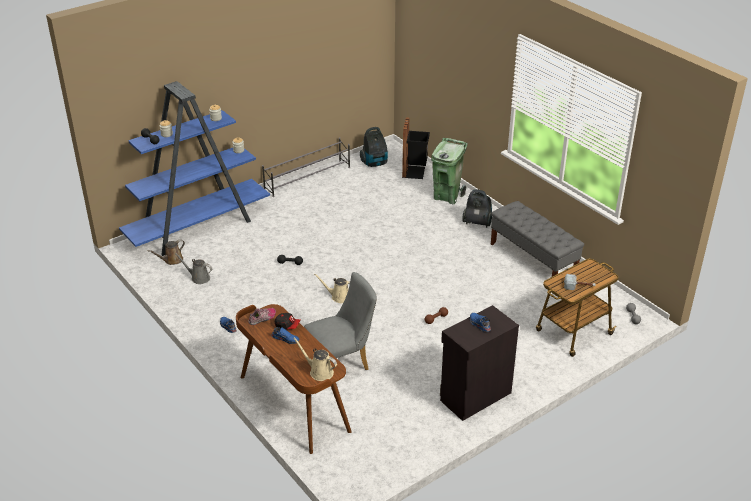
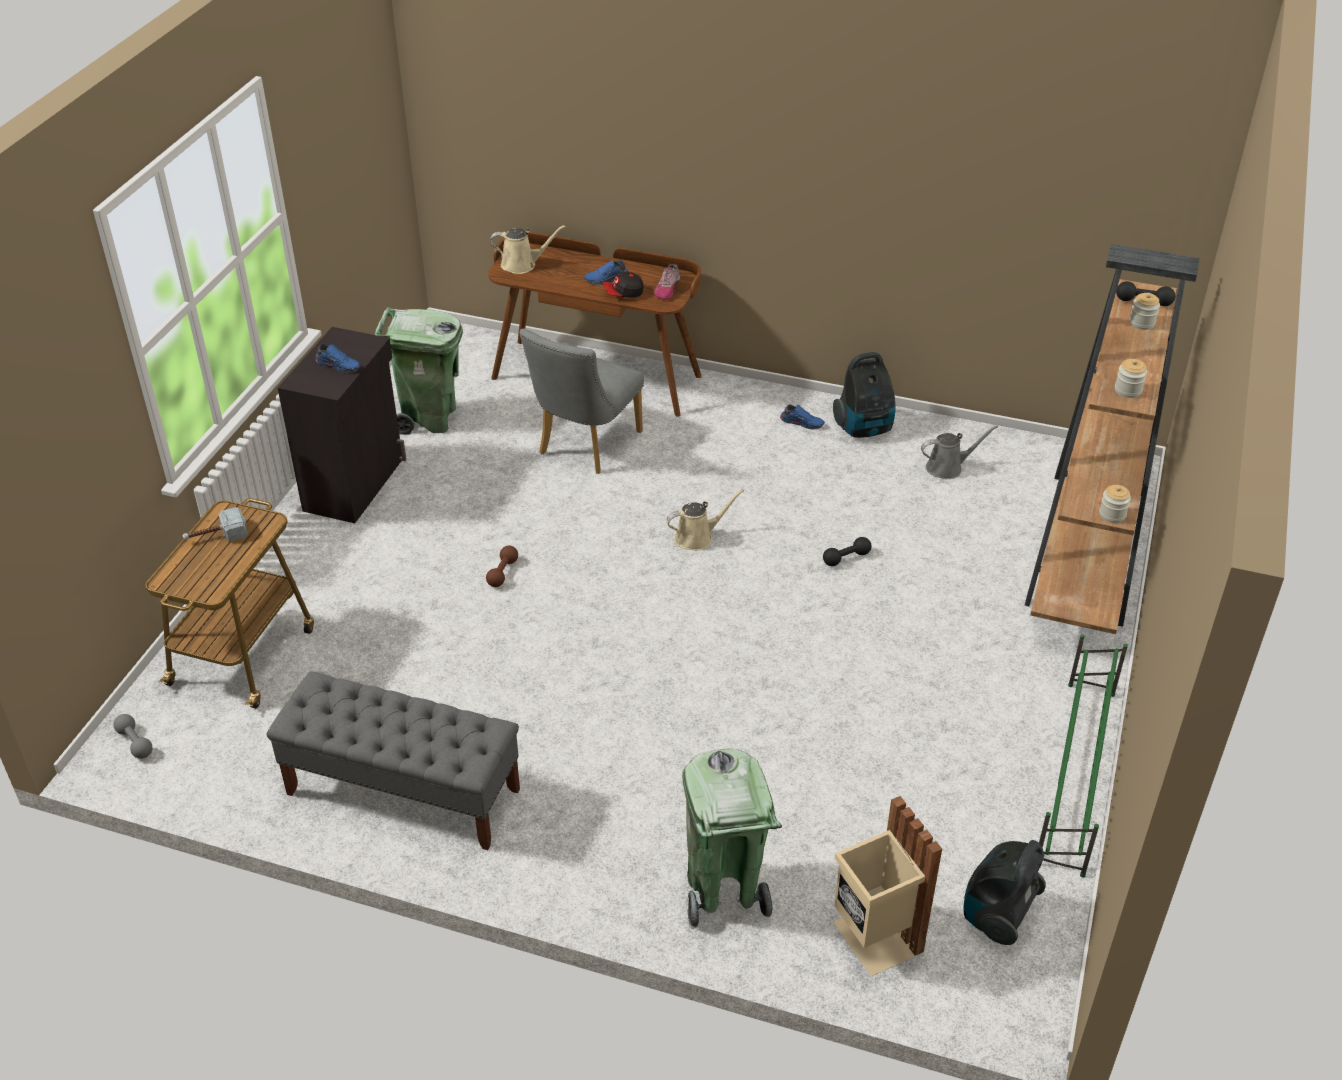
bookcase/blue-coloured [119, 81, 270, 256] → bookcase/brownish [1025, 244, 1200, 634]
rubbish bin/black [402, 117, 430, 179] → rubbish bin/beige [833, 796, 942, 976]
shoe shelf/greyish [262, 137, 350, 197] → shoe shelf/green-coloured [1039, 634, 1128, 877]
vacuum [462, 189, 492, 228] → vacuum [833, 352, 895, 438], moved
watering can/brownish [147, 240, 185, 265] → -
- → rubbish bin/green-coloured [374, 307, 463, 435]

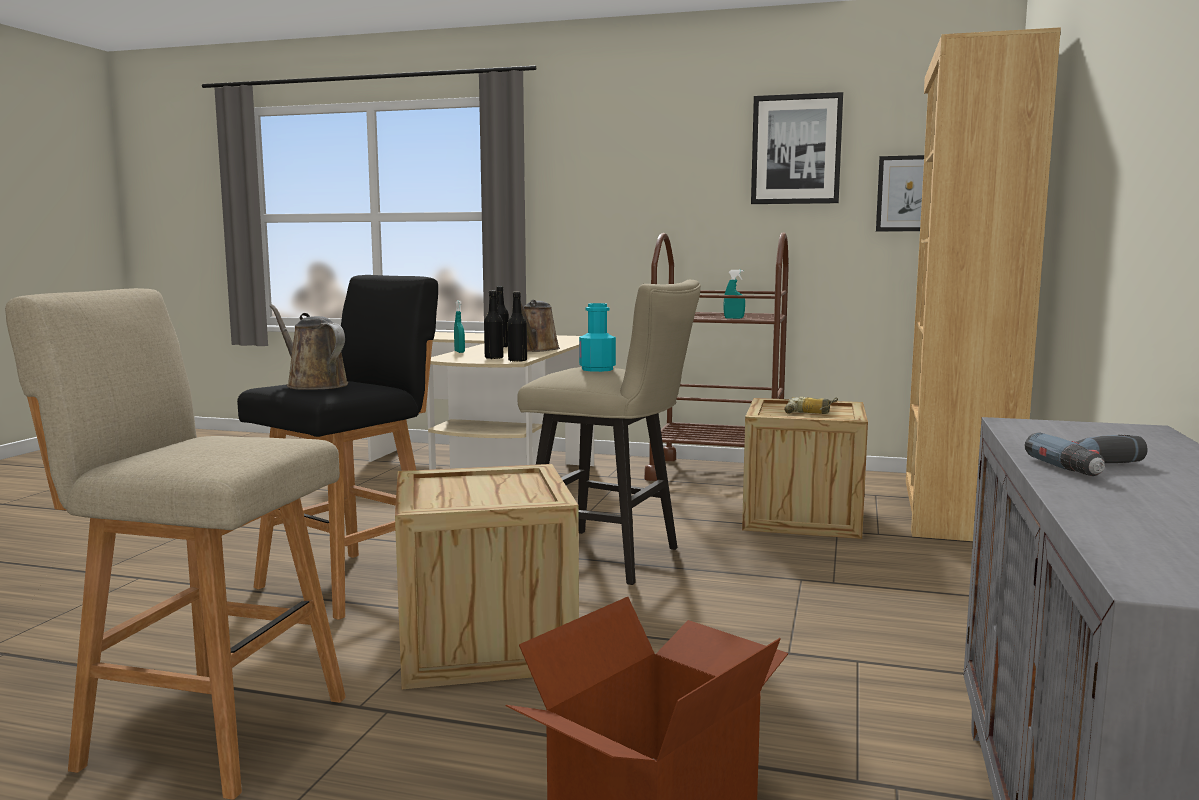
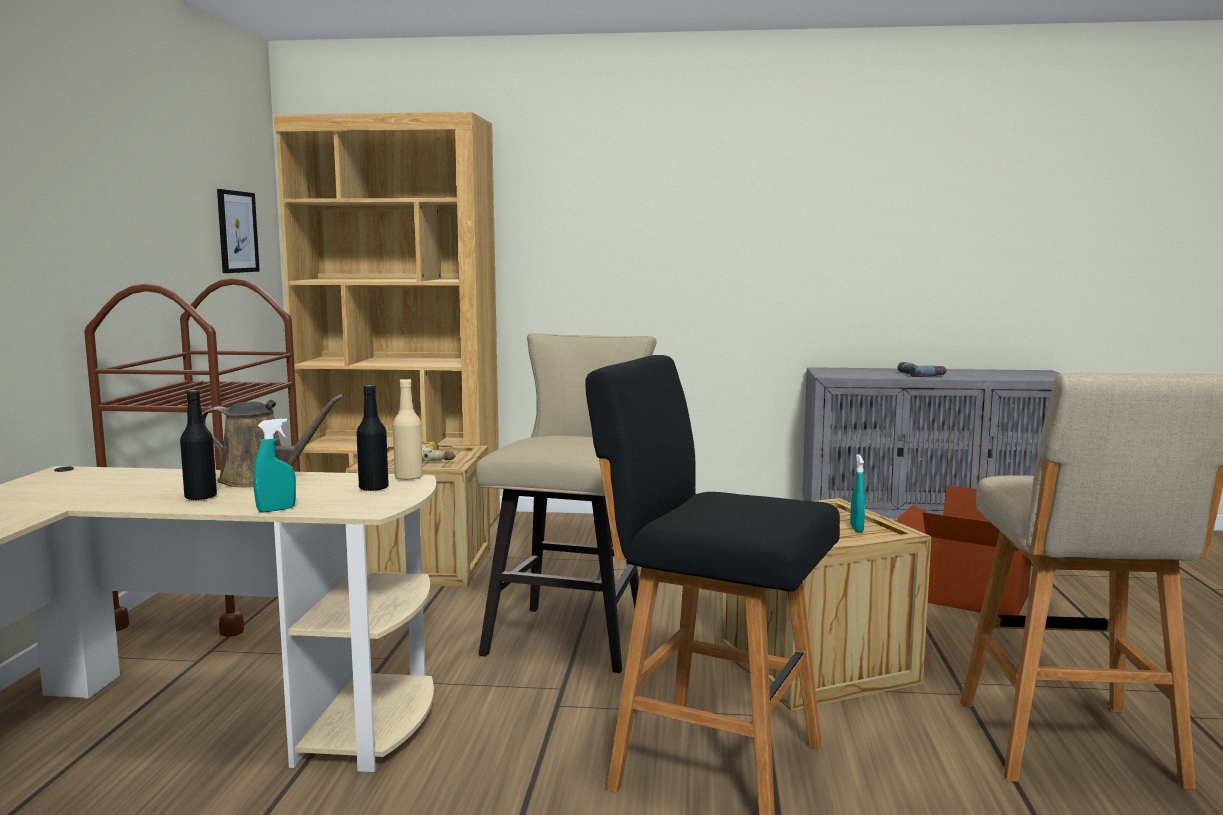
picture [751, 92, 843, 204] → -
hand sprayer/turquoise-coloured [724, 270, 745, 319] → hand sprayer/turquoise-coloured [850, 454, 865, 532], moved
drink bottle/black [508, 292, 527, 362] → drink bottle/beige [393, 379, 423, 480]
drink bottle/turquoise-coloured [579, 303, 616, 372] → -
watering can/brownish [270, 304, 348, 390] → -

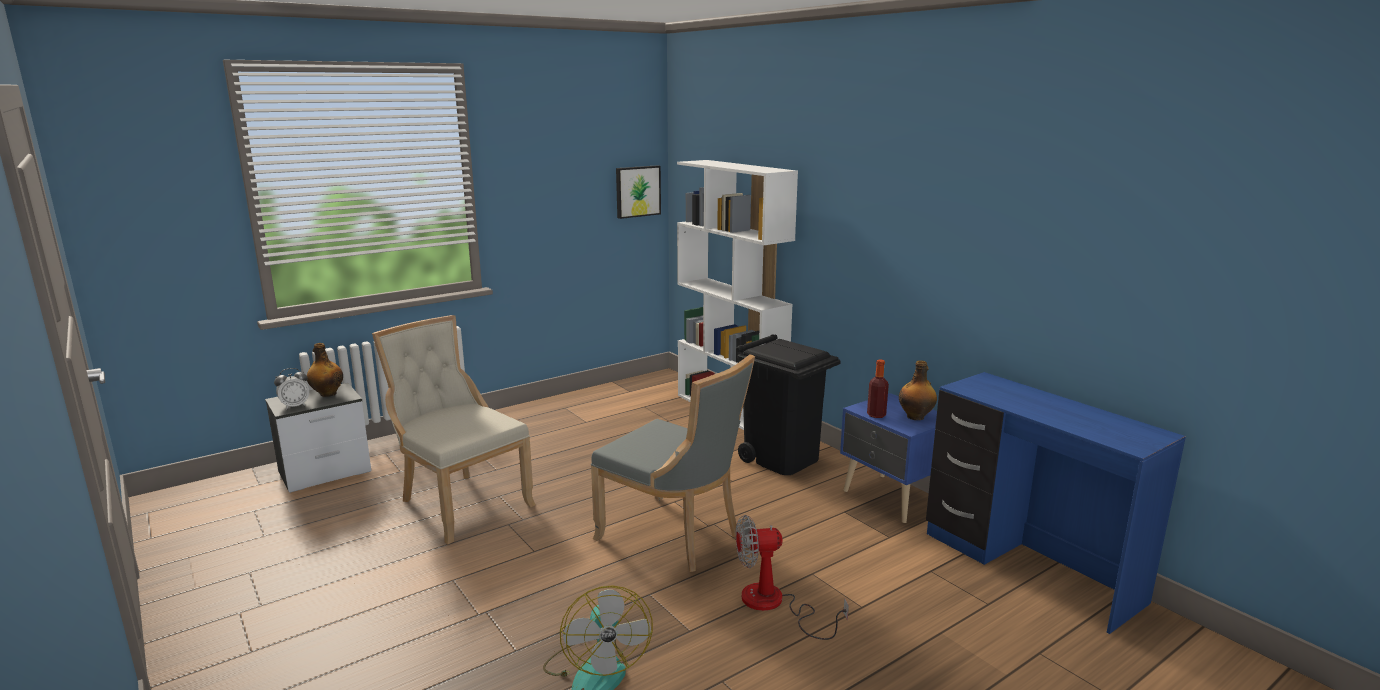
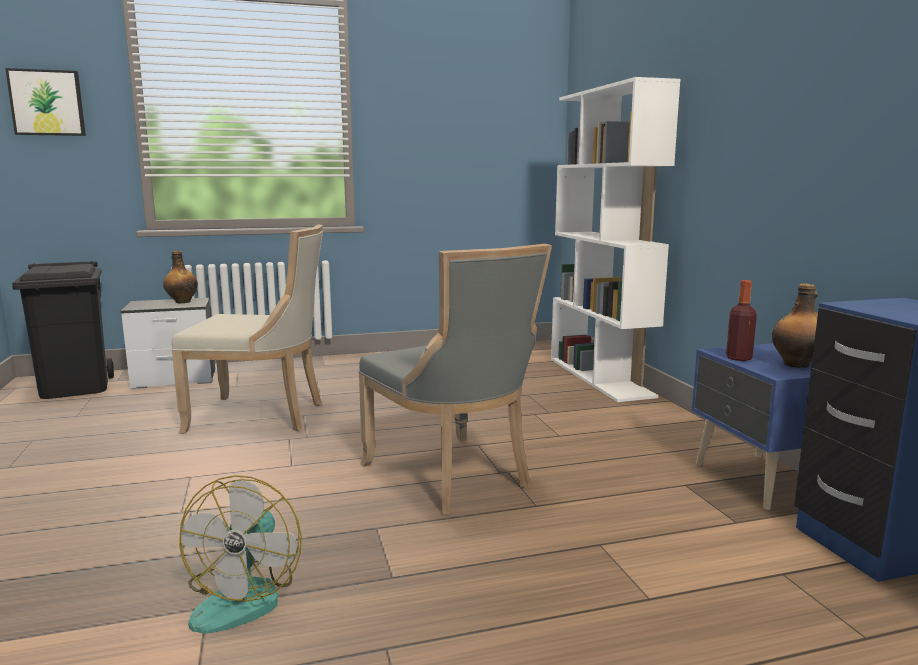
picture [616, 165, 661, 219] → picture [5, 68, 86, 136], moved
chair/beige [372, 315, 536, 544] → chair/beige [171, 224, 323, 434], 120 degrees clockwise
rubbish bin/black [736, 334, 841, 475] → rubbish bin/black [12, 261, 114, 399], moved
table clock [274, 368, 309, 409] → -
electric fan [736, 515, 849, 640] → -

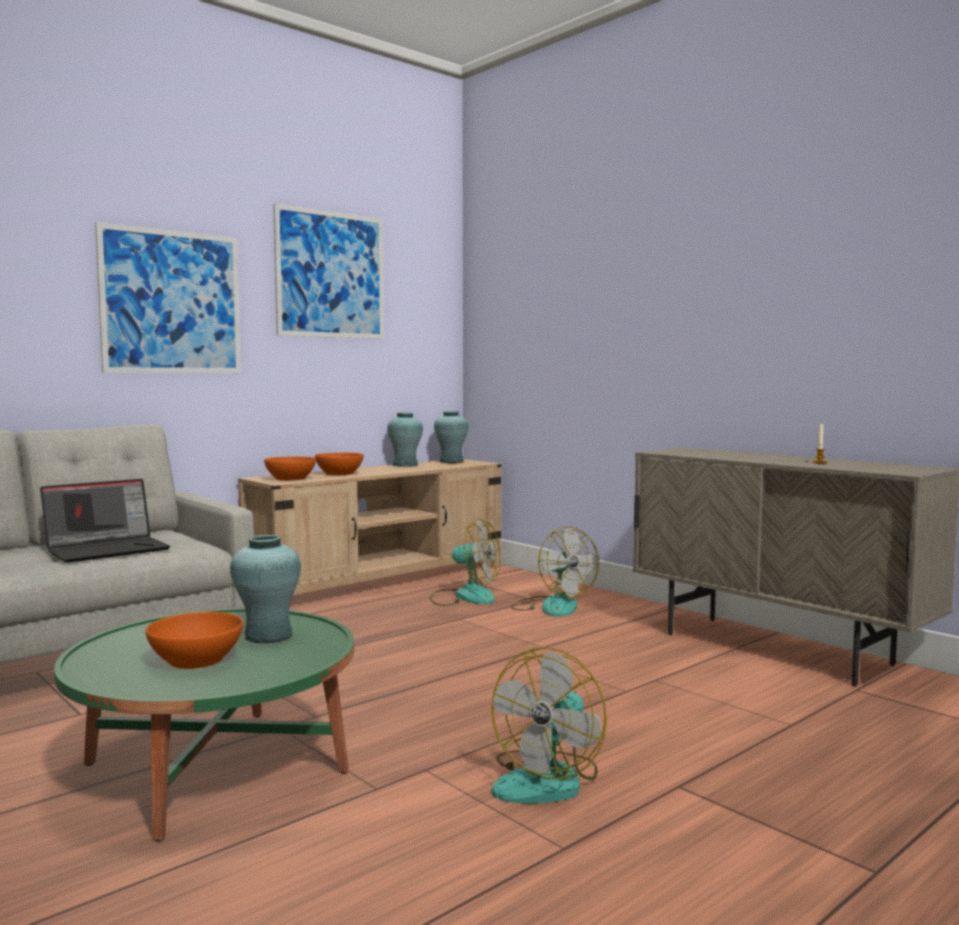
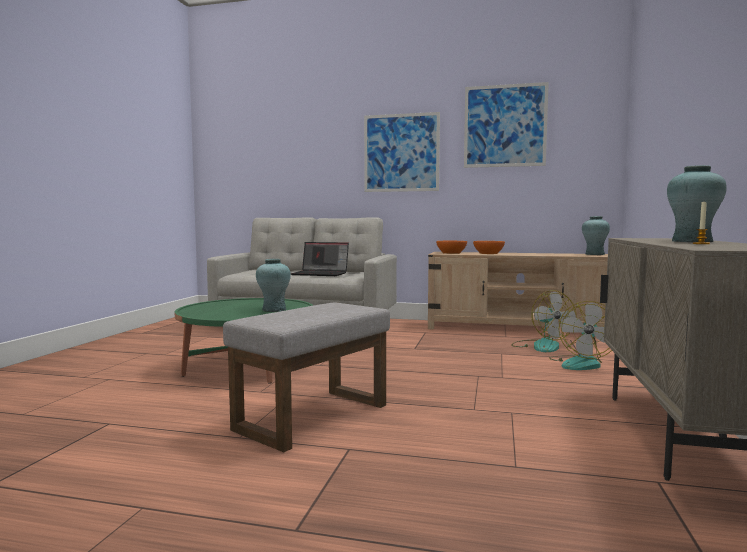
decorative vase/turquoise-coloured [387, 413, 423, 467] → decorative vase/turquoise-coloured [667, 165, 727, 242], moved
deep dish/orangey [145, 612, 243, 669] → -
electric fan [491, 647, 607, 803] → pouffe/greyish [223, 302, 390, 452]

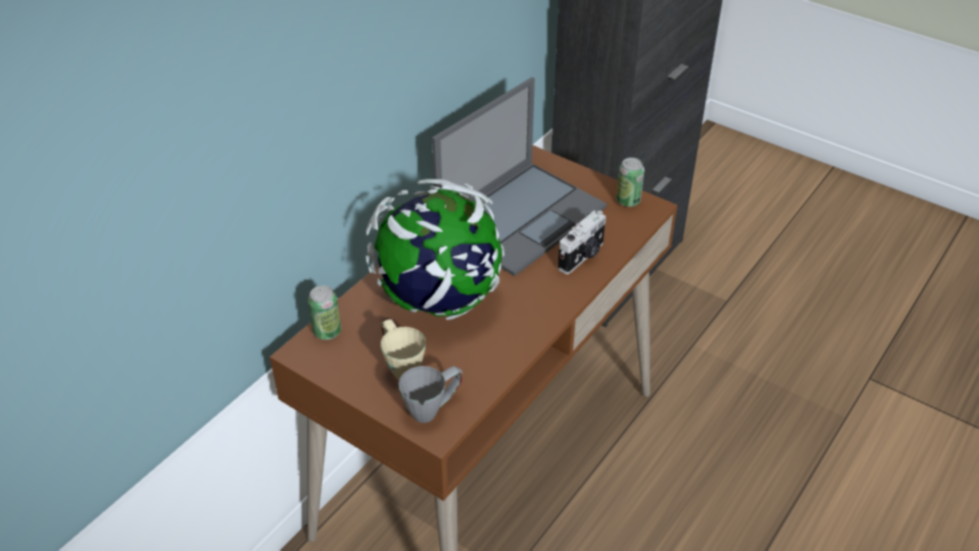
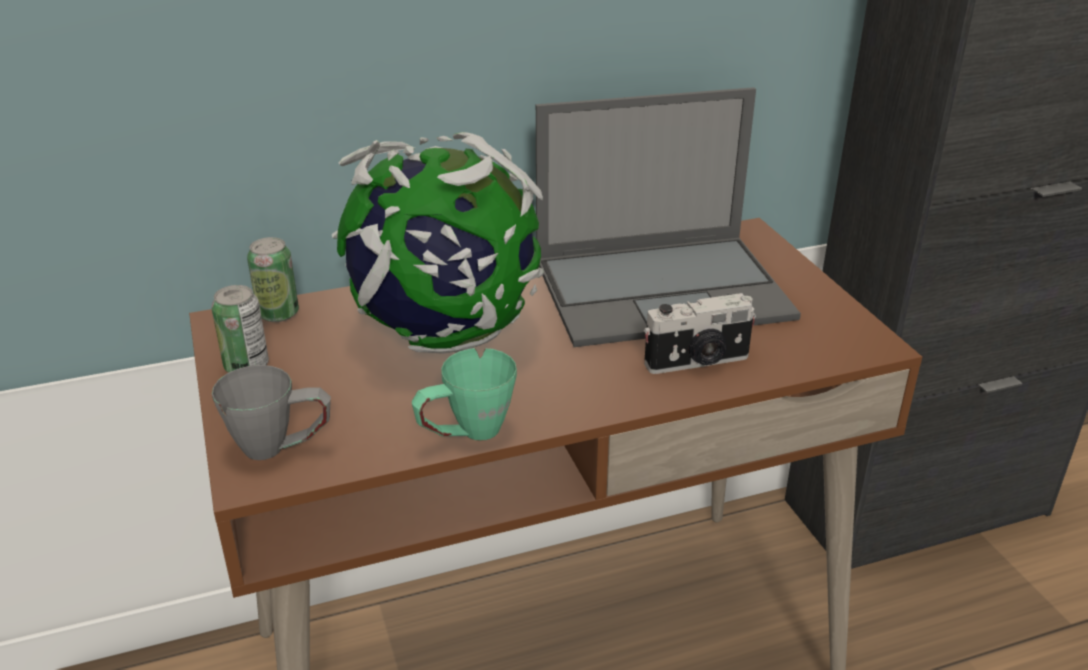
metal can [616, 158, 644, 207] → metal can [211, 285, 269, 373], moved
coffee mug/beige [381, 319, 426, 380] → -
- → coffee mug/green-coloured [412, 348, 517, 441]

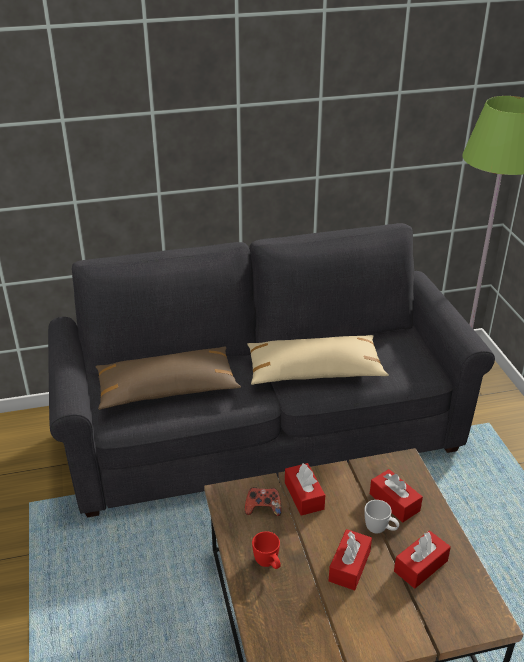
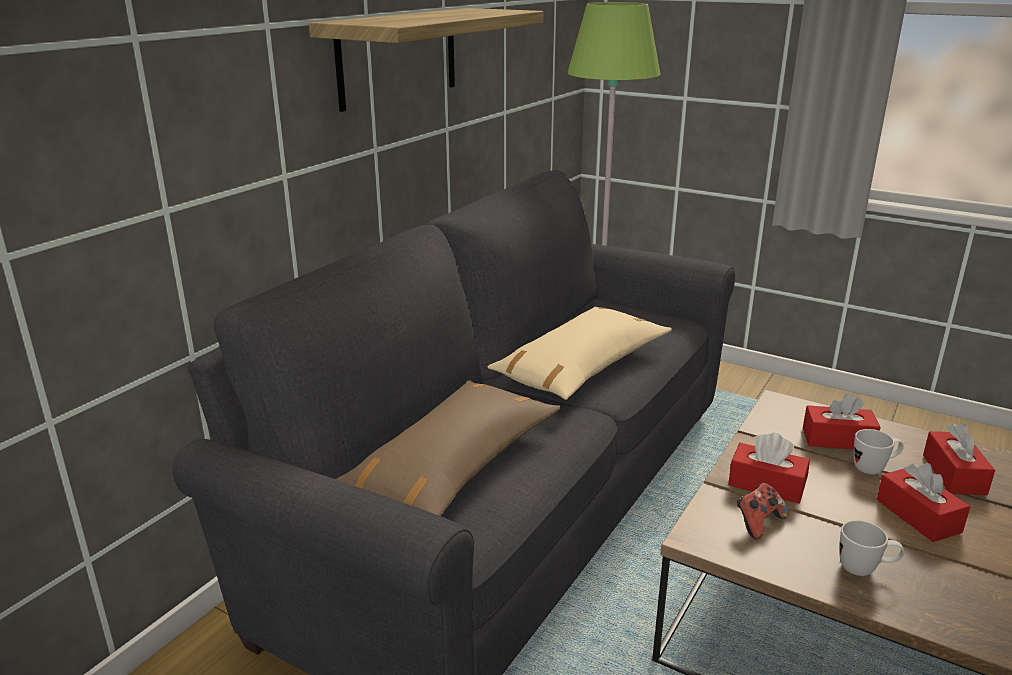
coffee mug/reddish [252, 531, 281, 569] → coffee mug/white [839, 520, 904, 576]
- → wall shelf [309, 8, 544, 112]

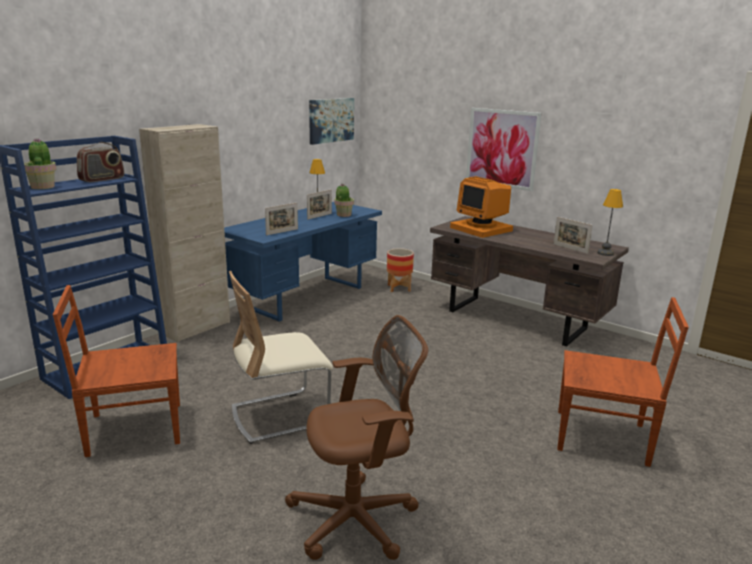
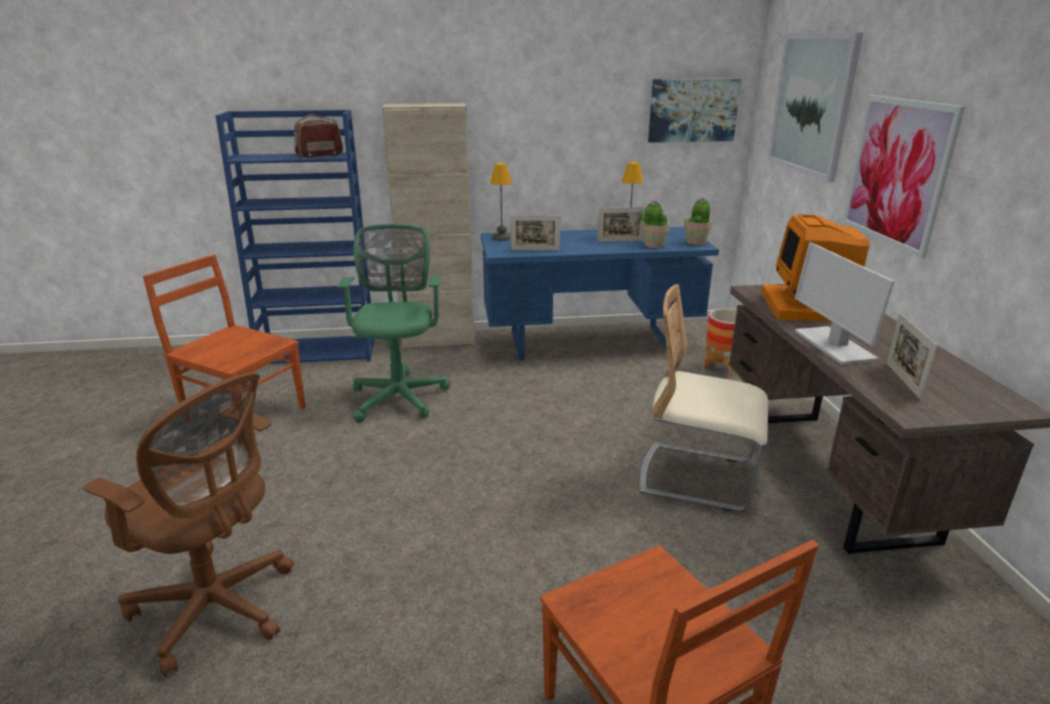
potted plant [24, 138, 56, 189] → potted plant [684, 197, 712, 245], moved
radio [77, 142, 124, 182] → radio [294, 114, 343, 158], 150 degrees clockwise
lamp for a table [597, 189, 623, 256] → lamp for a table [490, 163, 512, 241], moved
chair/beige [229, 271, 333, 444] → chair/beige [640, 284, 768, 512], moved
- → picture [767, 32, 863, 182]
- → office chair/green-coloured [338, 224, 450, 423]
- → computer screen [795, 243, 895, 365]

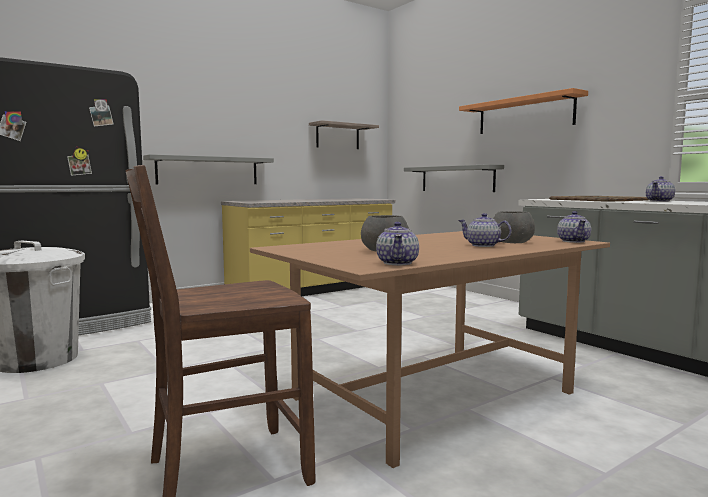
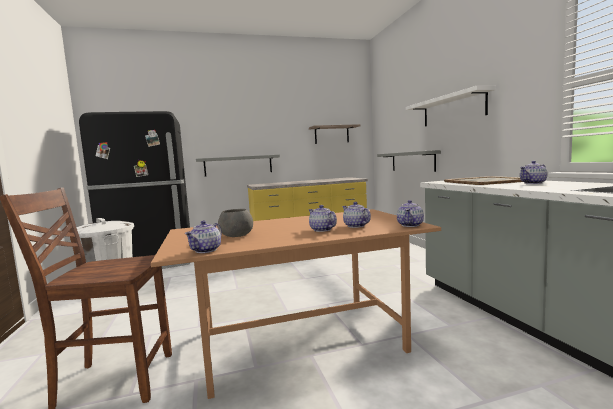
wall shelf/orangey [459, 88, 588, 134] → wall shelf/white [406, 85, 496, 126]
deep dish/greyish [493, 211, 535, 243] → pot for tea [342, 202, 371, 228]

